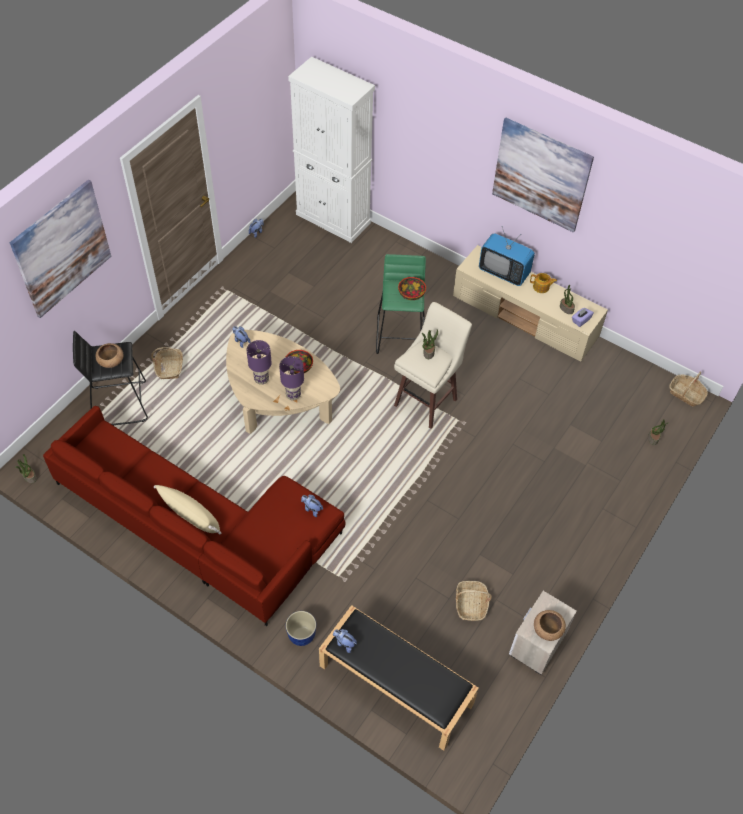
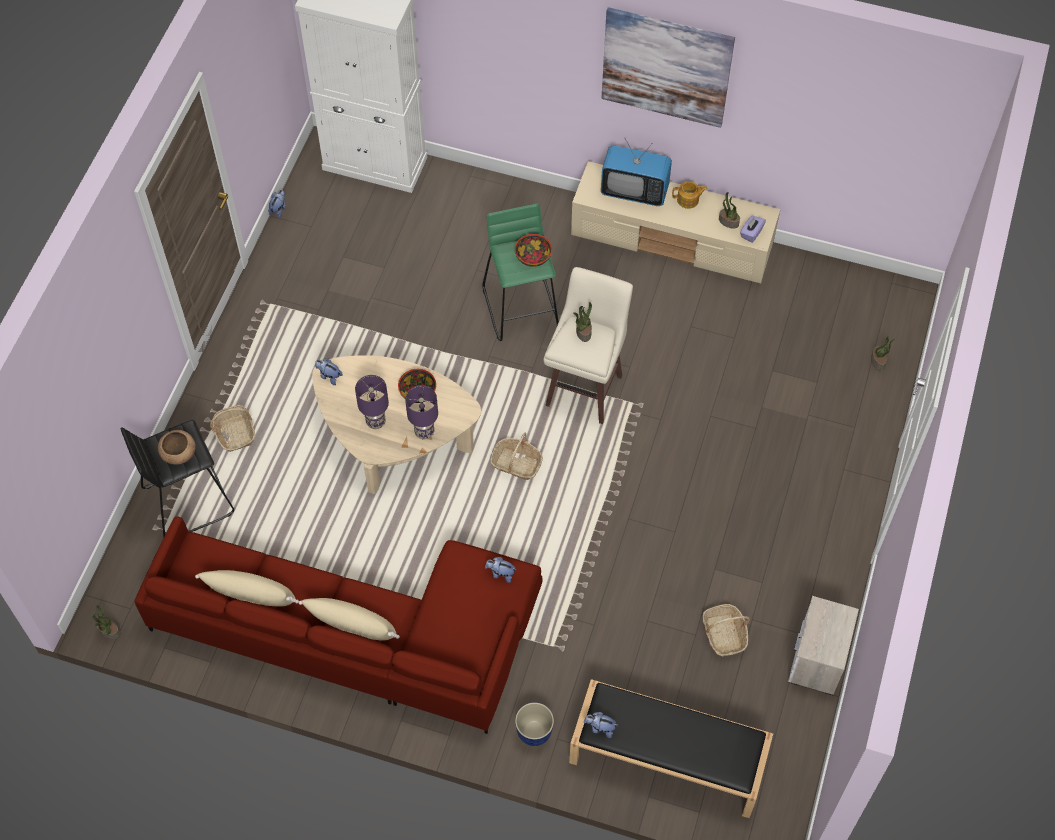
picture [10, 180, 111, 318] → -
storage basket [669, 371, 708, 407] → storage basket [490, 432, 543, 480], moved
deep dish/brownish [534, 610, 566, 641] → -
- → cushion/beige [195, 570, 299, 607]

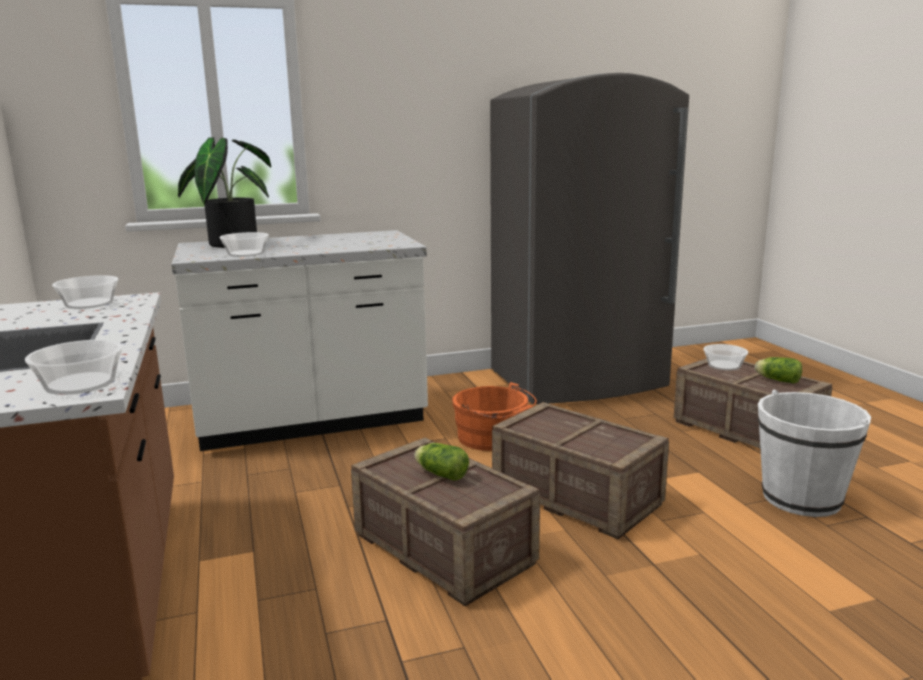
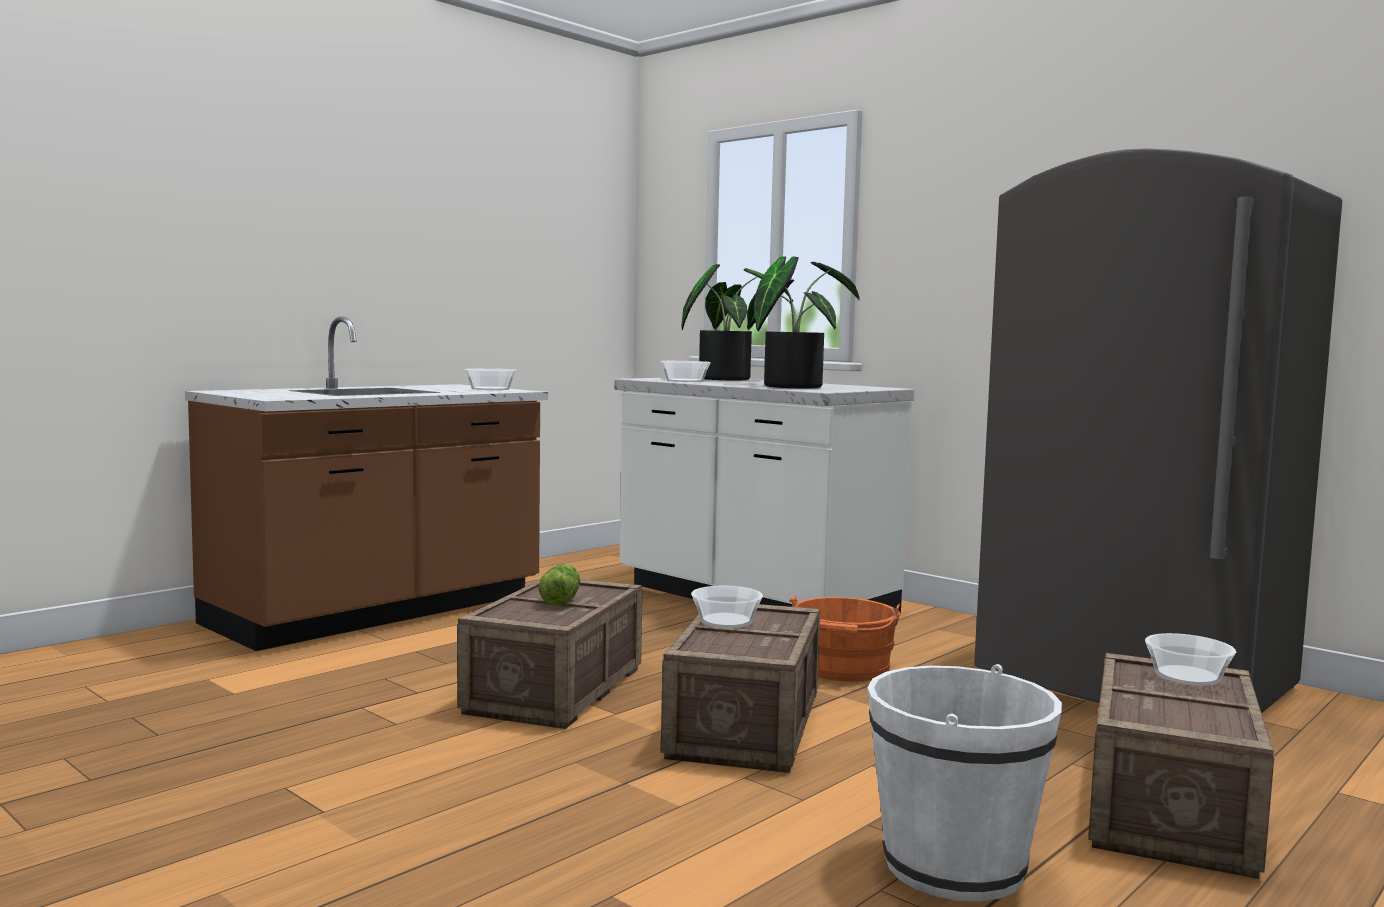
deep dish [25, 340, 123, 395] → deep dish [691, 586, 763, 628], moved
lettuce head [755, 357, 802, 384] → -
- → potted plant [747, 256, 860, 388]

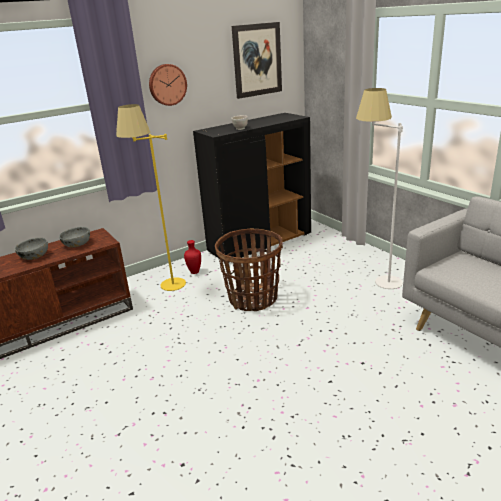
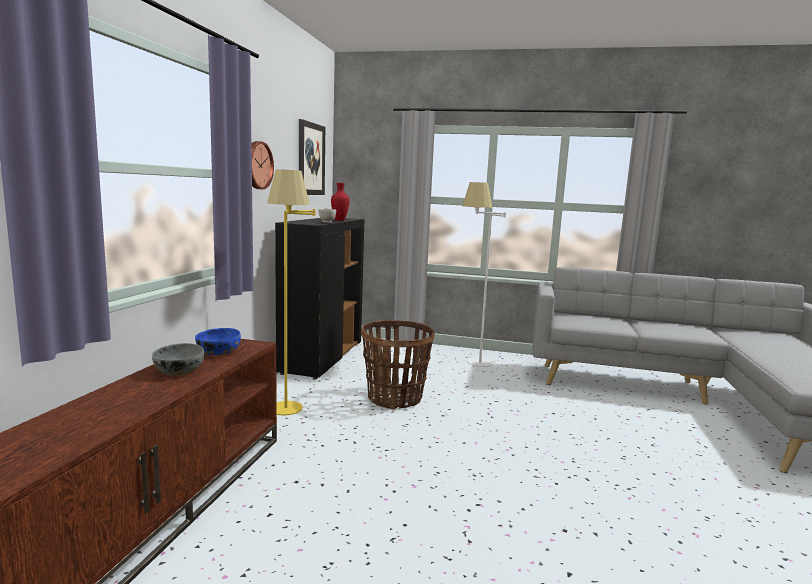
deep dish/greyish [59, 227, 90, 247] → deep dish/blue-coloured [195, 328, 241, 355]
decorative vase/reddish [184, 240, 201, 274] → decorative vase/reddish [331, 183, 349, 221], moved

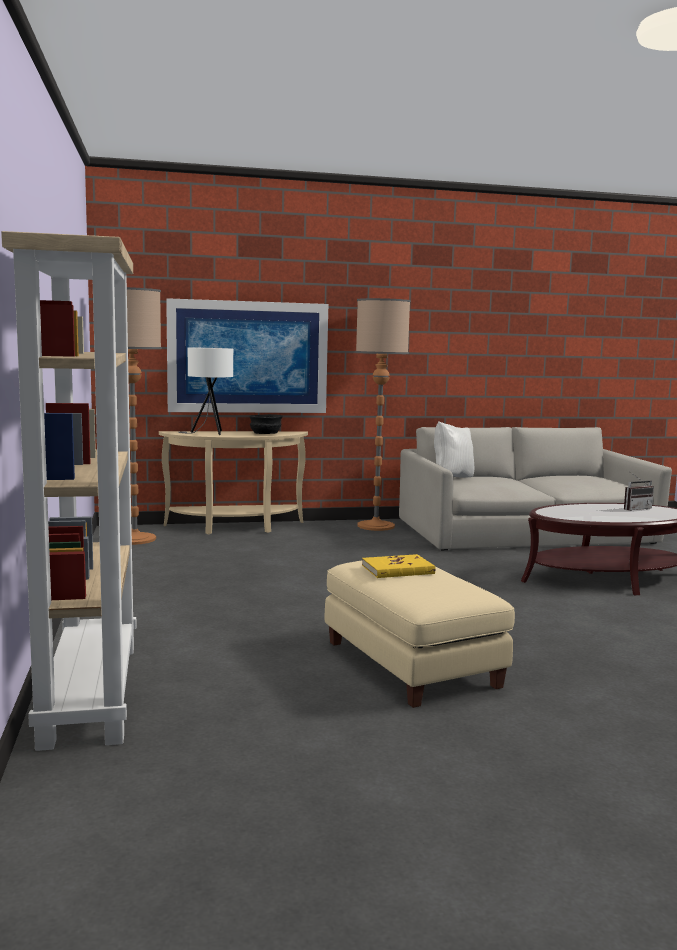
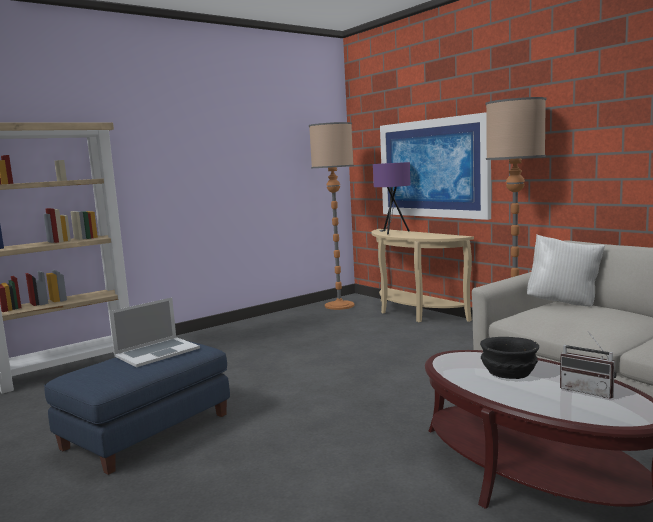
lamp for a table/white [178, 348, 233, 435] → lamp for a table/purple-coloured [373, 162, 411, 234]
deep dish/black [250, 414, 283, 434] → deep dish/black [480, 337, 539, 379], moved
bound book/yellow-coloured [362, 554, 435, 578] → portable computer [109, 297, 200, 367]
pouffe/beige [325, 560, 515, 708] → pouffe/blue-coloured [44, 341, 230, 475]

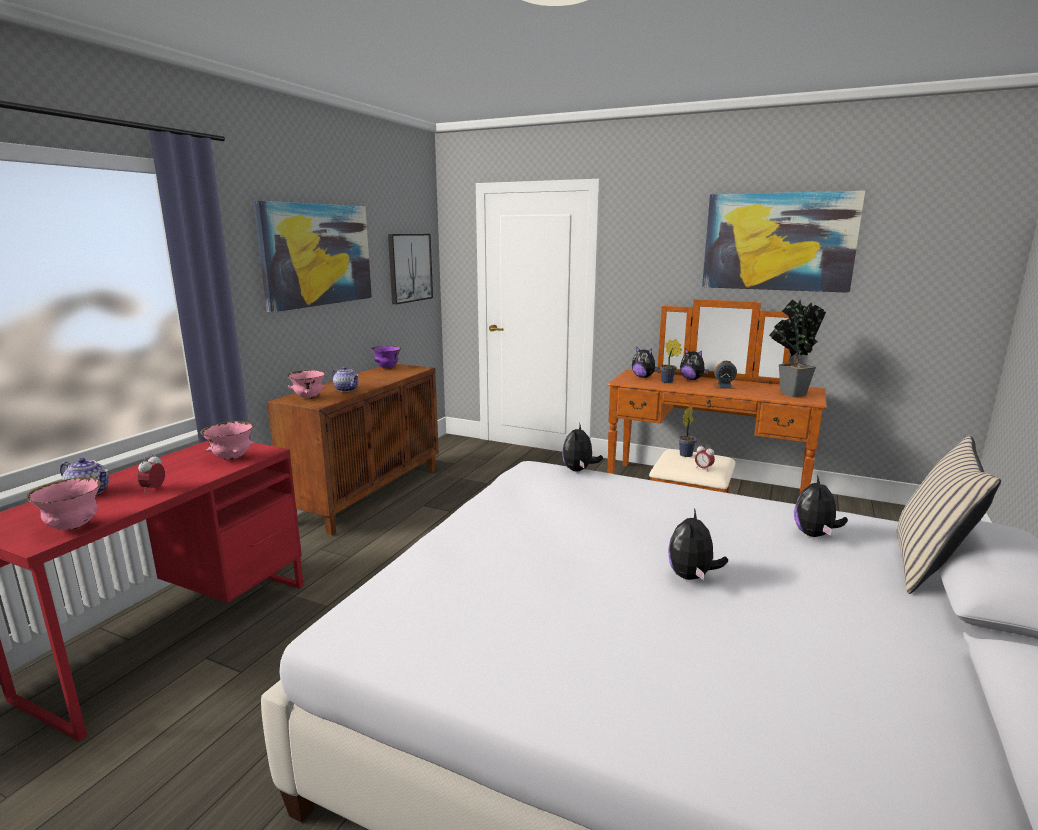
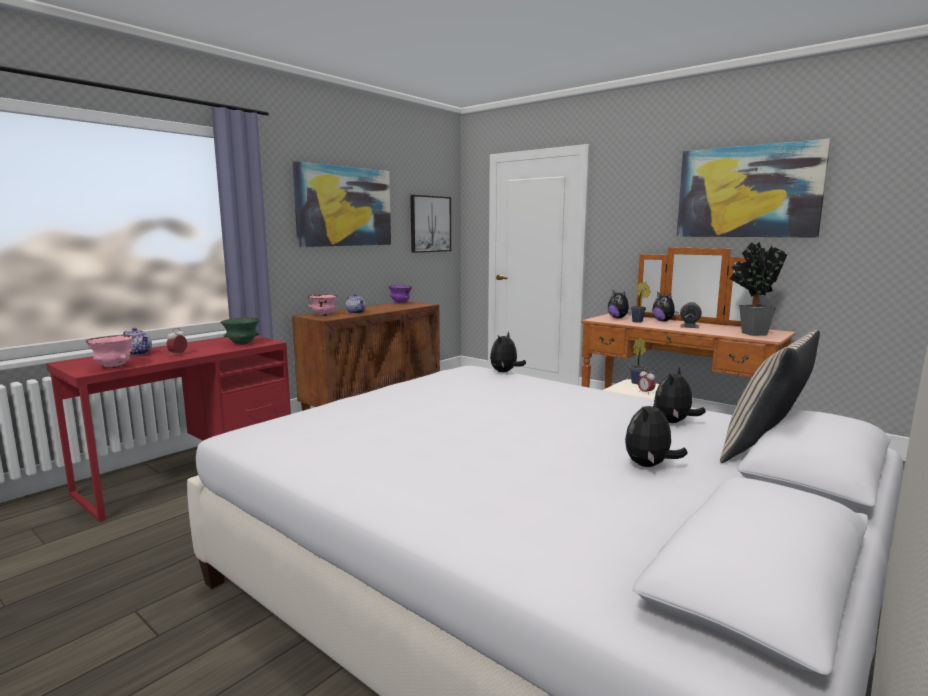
deep dish/pinkish [200, 421, 254, 460] → deep dish/green-coloured [221, 317, 260, 345]
soft toy [668, 508, 728, 580] → soft toy [625, 398, 688, 467], moved

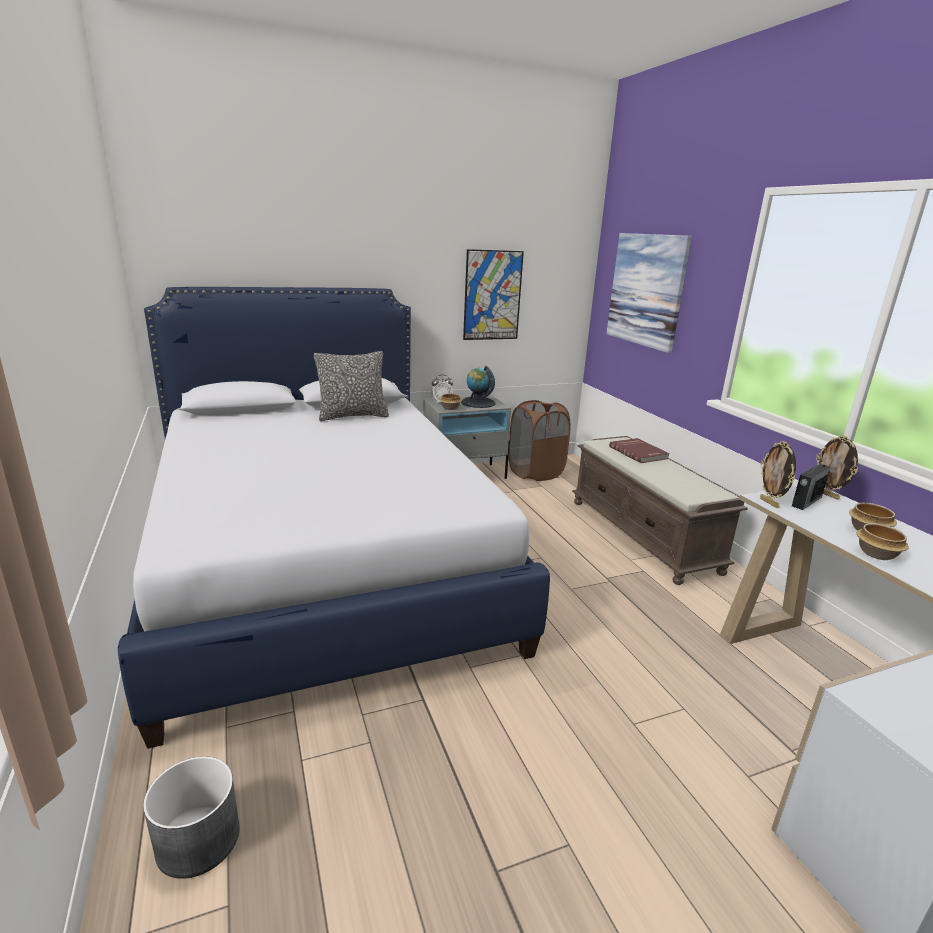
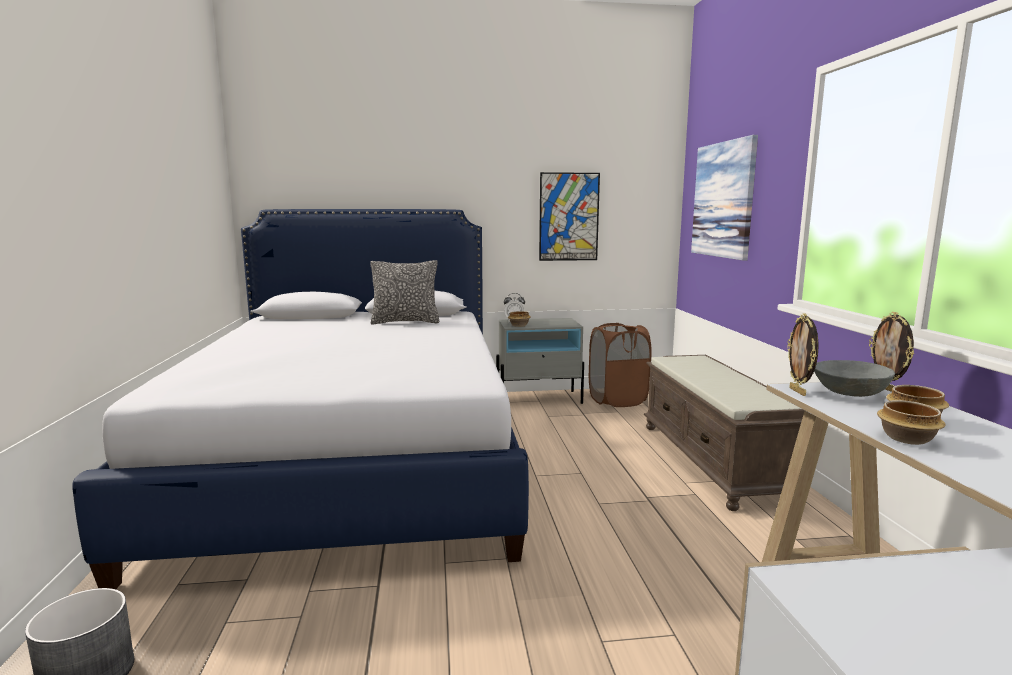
world globe [461, 366, 495, 408] → -
bound book/reddish [609, 438, 670, 463] → -
radio [792, 460, 831, 510] → deep dish/greyish [814, 360, 895, 397]

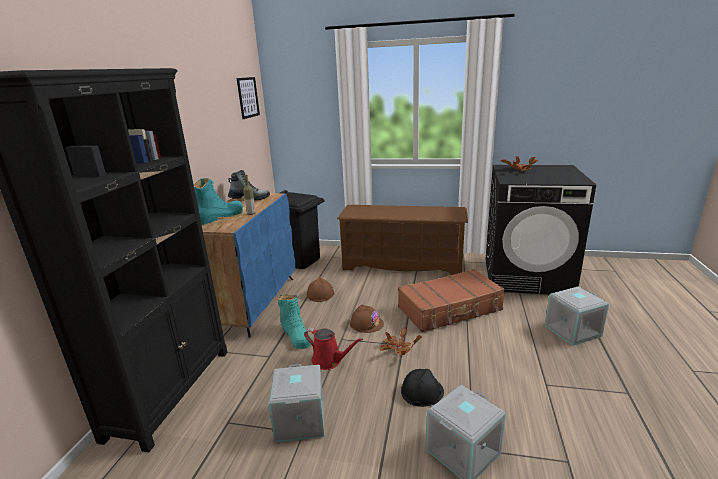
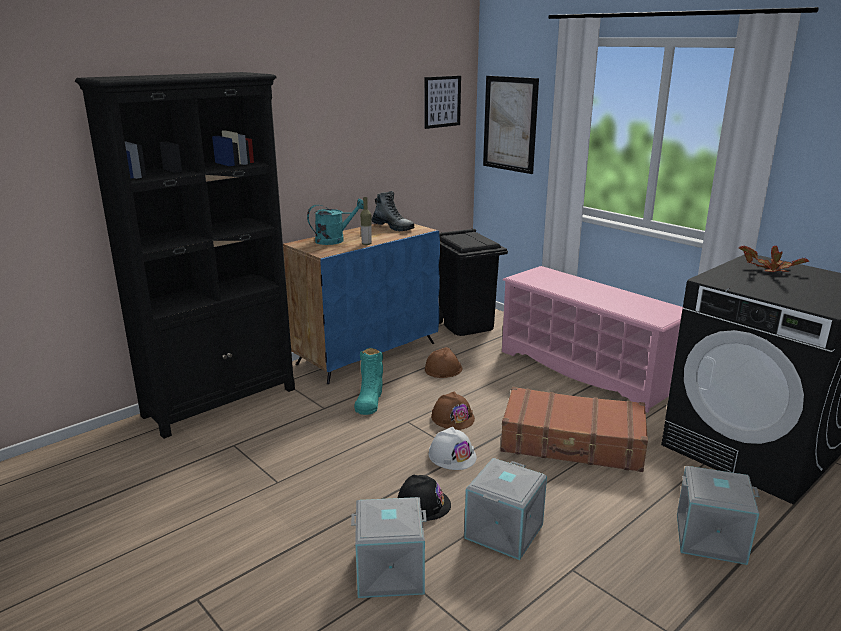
boot/turquoise-coloured [194, 178, 243, 225] → watering can/turquoise-coloured [307, 199, 364, 245]
shoe shelf/brownish [337, 205, 468, 275] → shoe shelf/pinkish [502, 266, 683, 413]
watering can/reddish [304, 328, 363, 370] → -
potted plant [380, 328, 422, 356] → work helmet/white [429, 427, 477, 470]
storage box/greyish [268, 364, 324, 442] → storage box/greyish [464, 458, 547, 560], moved
- → picture [483, 76, 539, 174]

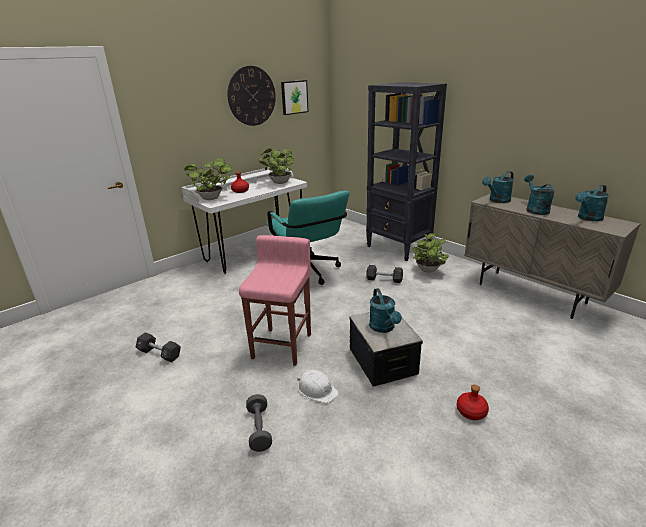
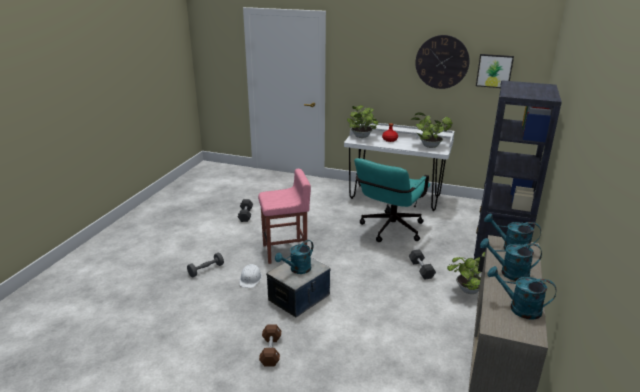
watering can/turquoise-coloured [524, 175, 554, 215] → watering can/turquoise-coloured [480, 238, 542, 281], 135 degrees counterclockwise
drink bottle/reddish [457, 385, 489, 420] → hand weight/brownish [259, 325, 281, 367]

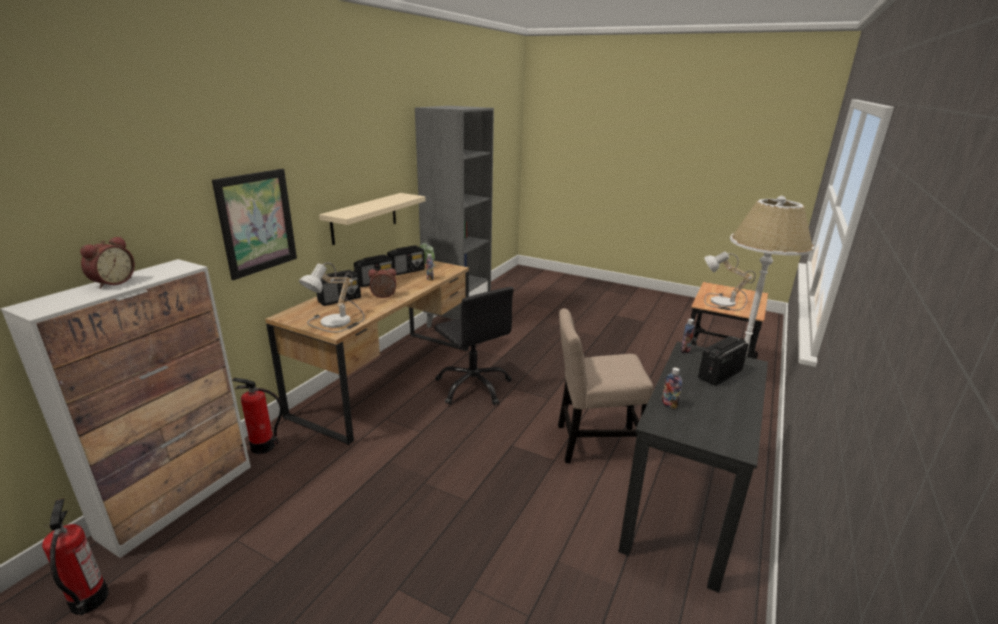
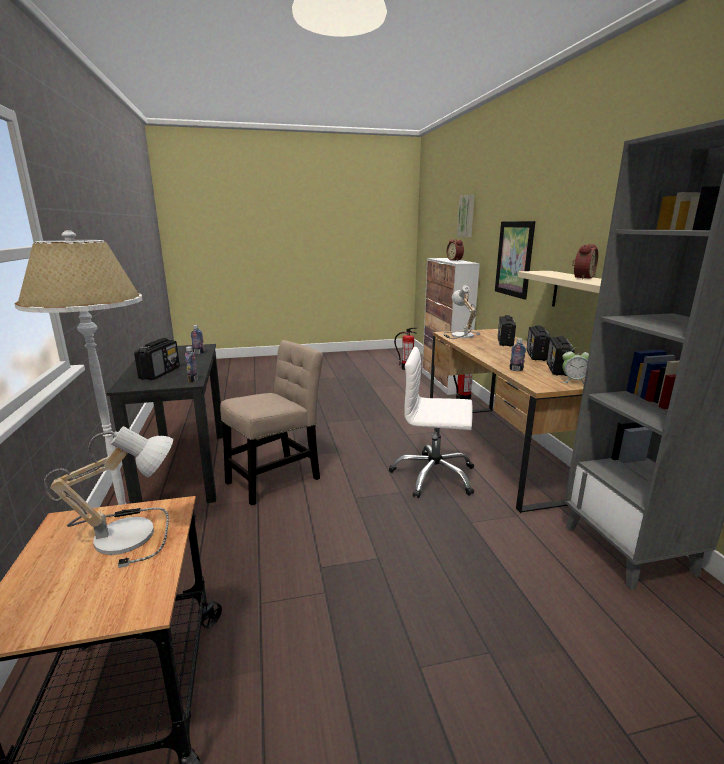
table clock [368, 269, 396, 298] → table clock [572, 244, 598, 279], moved
office chair/black [434, 287, 514, 405] → office chair/white [389, 347, 474, 498]
- → picture [457, 195, 475, 237]

